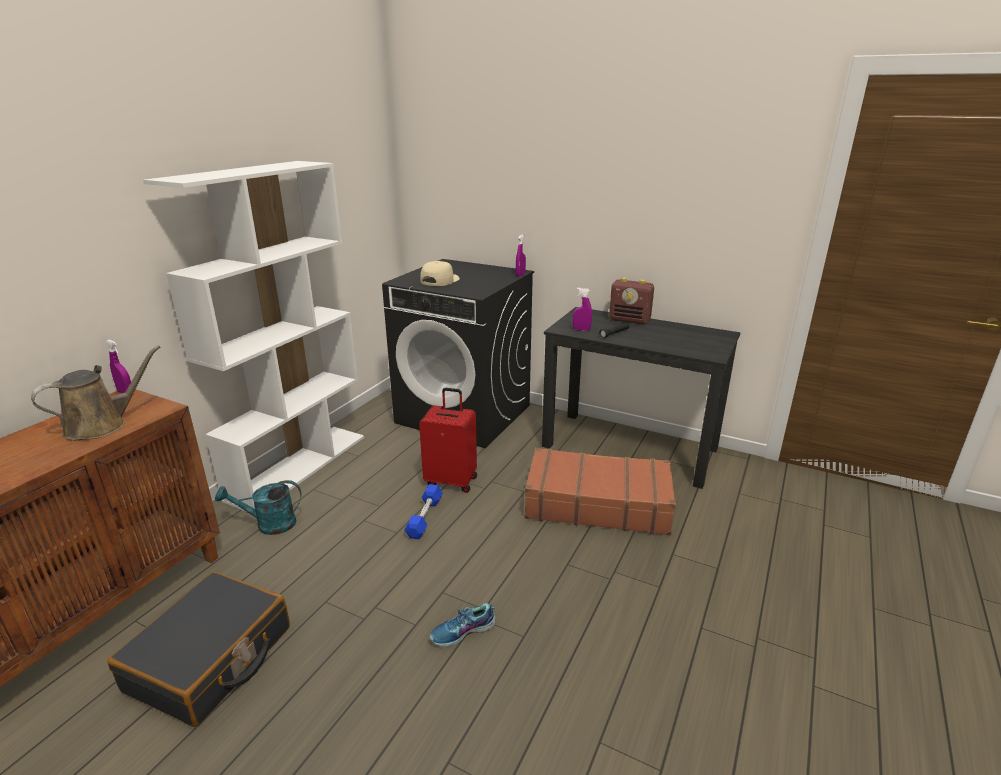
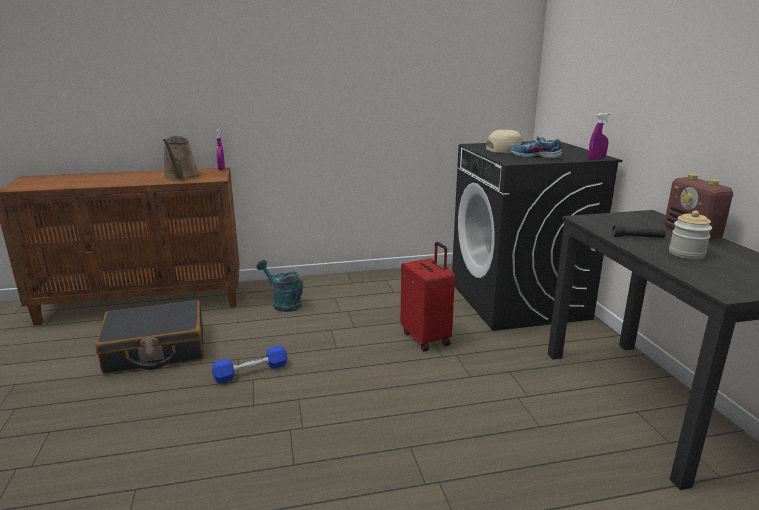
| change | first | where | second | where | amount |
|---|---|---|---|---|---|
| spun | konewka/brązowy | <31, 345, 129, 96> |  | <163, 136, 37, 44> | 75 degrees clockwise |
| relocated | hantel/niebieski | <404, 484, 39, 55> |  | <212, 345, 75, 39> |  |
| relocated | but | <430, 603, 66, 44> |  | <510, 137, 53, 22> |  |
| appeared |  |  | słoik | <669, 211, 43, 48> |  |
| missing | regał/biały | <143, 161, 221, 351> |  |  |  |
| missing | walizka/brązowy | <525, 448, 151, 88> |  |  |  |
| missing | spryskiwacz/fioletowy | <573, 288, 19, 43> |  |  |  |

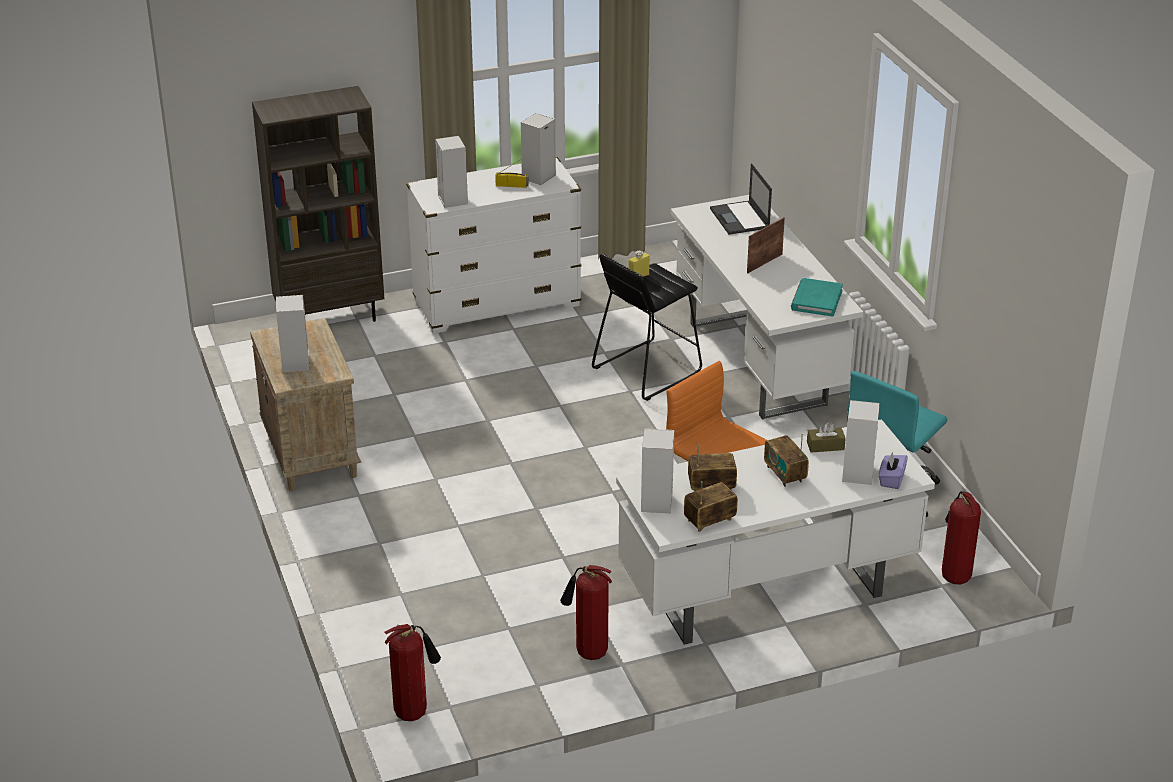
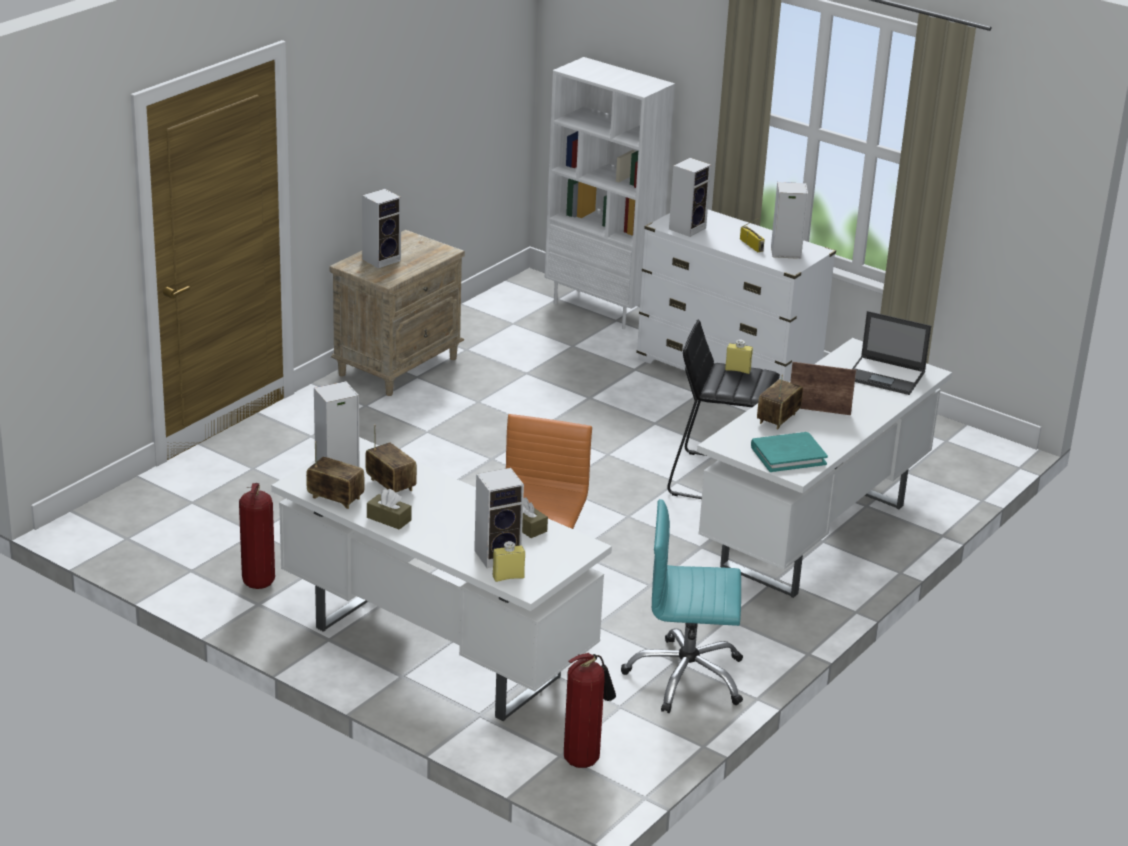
| change | first | where | second | where | amount |
|---|---|---|---|---|---|
| appeared |  |  | pudełko chusteczek/brązowy | <367, 489, 45, 41> |  |
| exchanged | pudełko chusteczek/fioletowy | <879, 452, 29, 37> | butelka/żółty | <493, 541, 32, 41> |  |
| colour | regał/brązowy | <252, 86, 132, 236> | regał/biały | <545, 57, 130, 272> |  |
| relocated | radio | <764, 434, 45, 53> |  | <757, 374, 46, 56> |  |
| spun | laptop | <710, 163, 62, 72> |  | <852, 311, 79, 84> | 105 degrees counterclockwise |
| missing | gaśnica | <384, 624, 57, 97> |  |  |  |

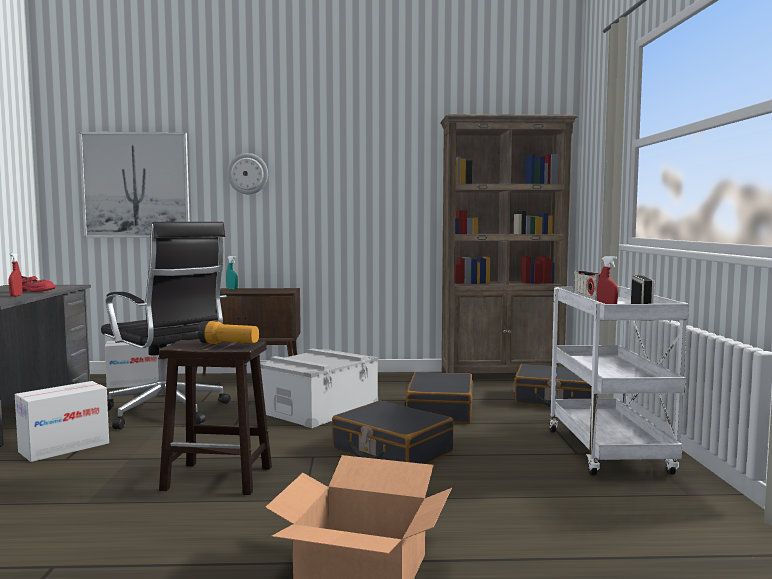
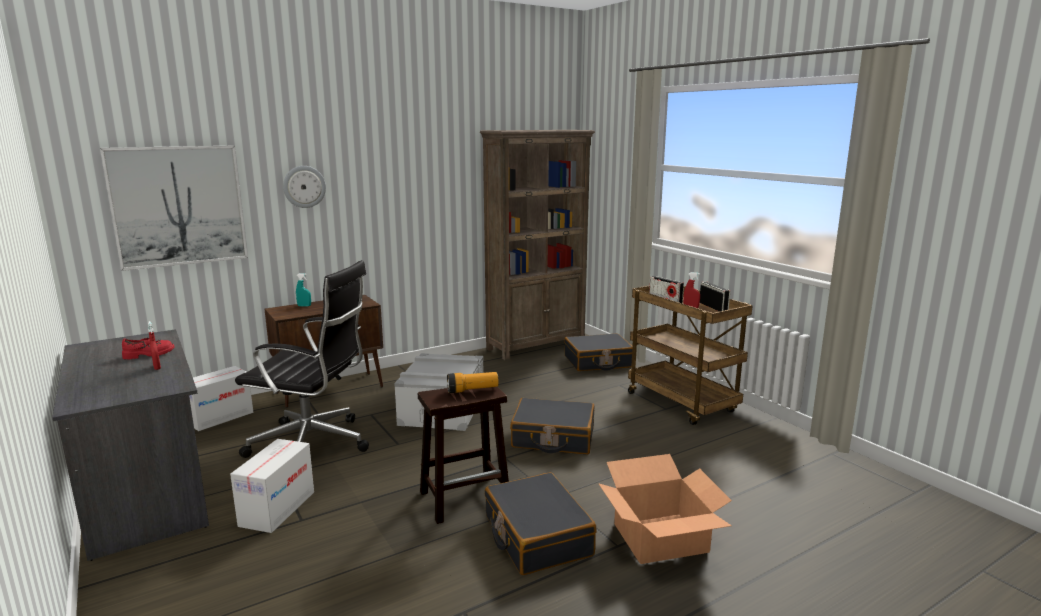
| change | first | where | second | where | amount |
|---|---|---|---|---|---|
| relocated | walizka/czarny | <405, 372, 69, 52> |  | <485, 472, 112, 103> |  |
| colour | wózek/biały | <549, 287, 140, 189> | wózek/brązowy | <628, 286, 125, 139> |  |

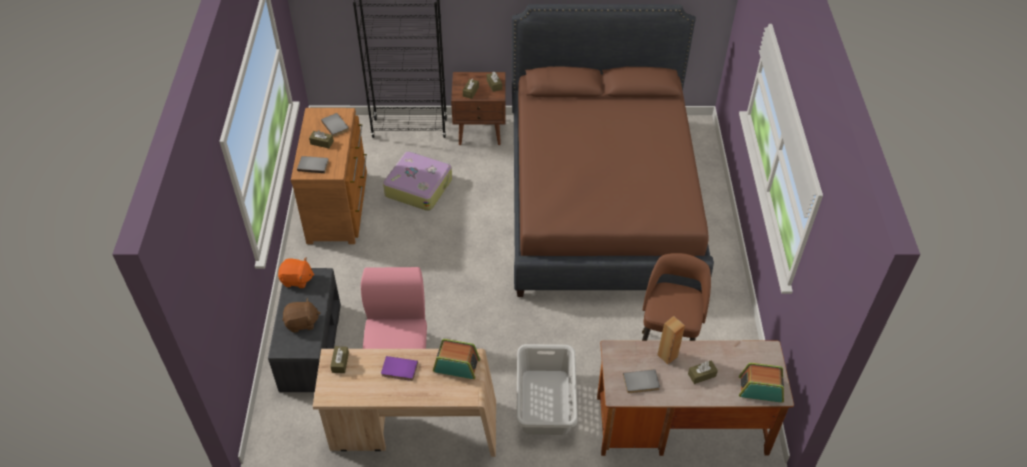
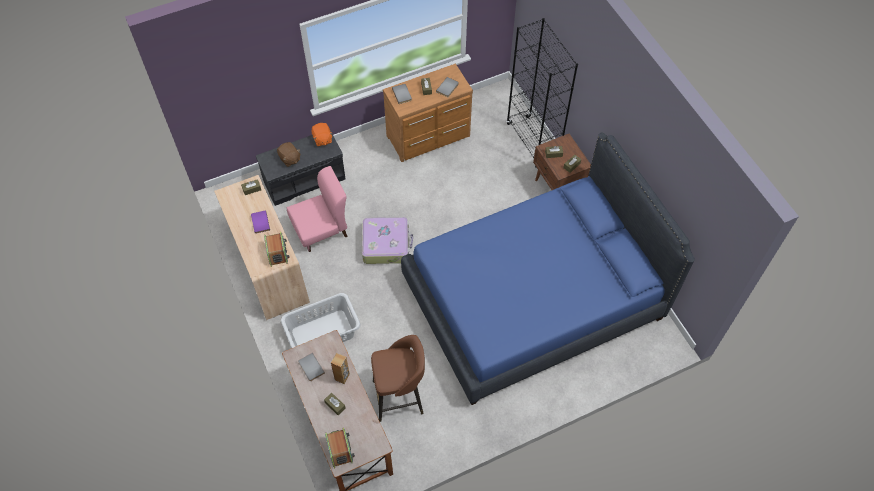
| change | first | where | second | where | amount |
|---|---|---|---|---|---|
| relocated | walizka | <383, 151, 69, 60> |  | <362, 217, 51, 47> |  |
| colour | łóżko/brązowy | <512, 4, 202, 293> | łóżko/niebieski | <401, 132, 294, 273> |  |

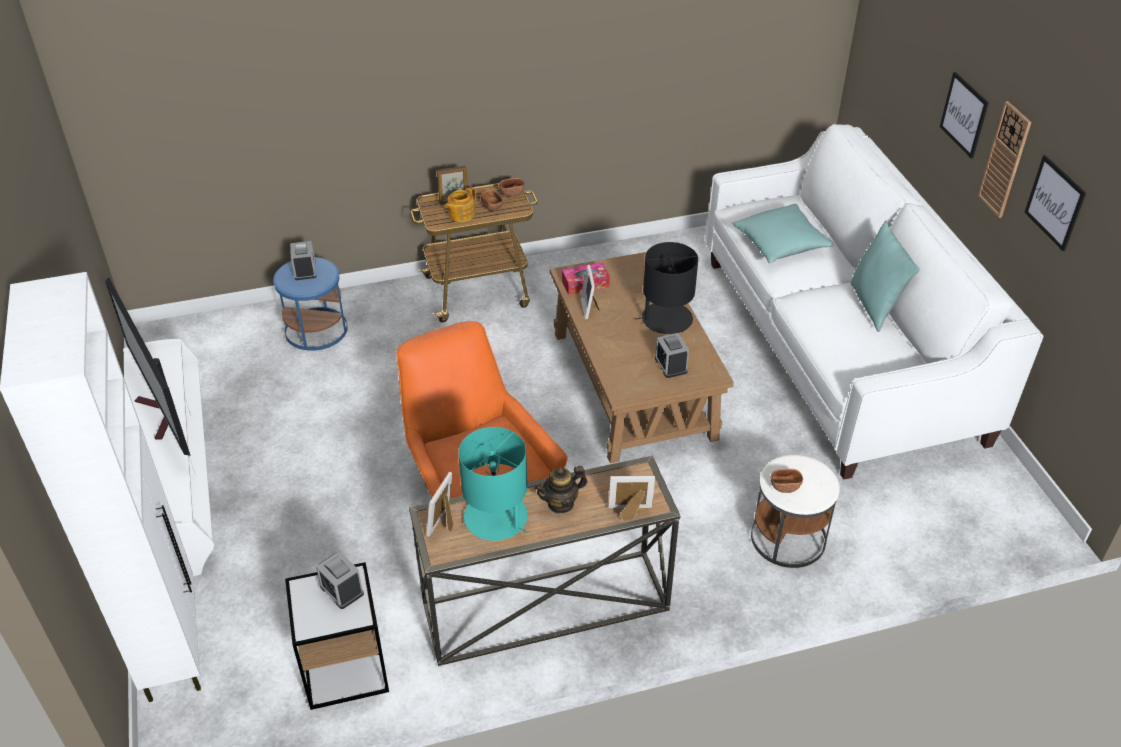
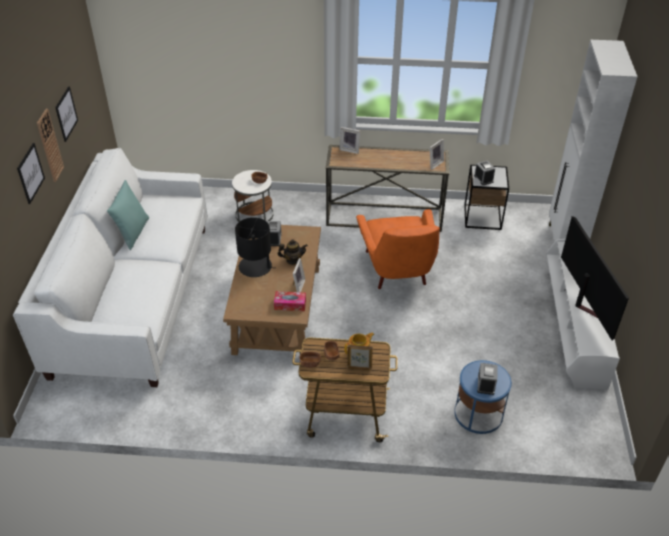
| change | first | where | second | where | amount |
|---|---|---|---|---|---|
| relocated | imbryk | <534, 466, 53, 48> |  | <277, 239, 31, 26> |  |
| missing | lampa stołowa/turkusowy | <458, 427, 71, 114> |  |  |  |
| missing | poduszka/turkusowy | <732, 204, 102, 60> |  |  |  |

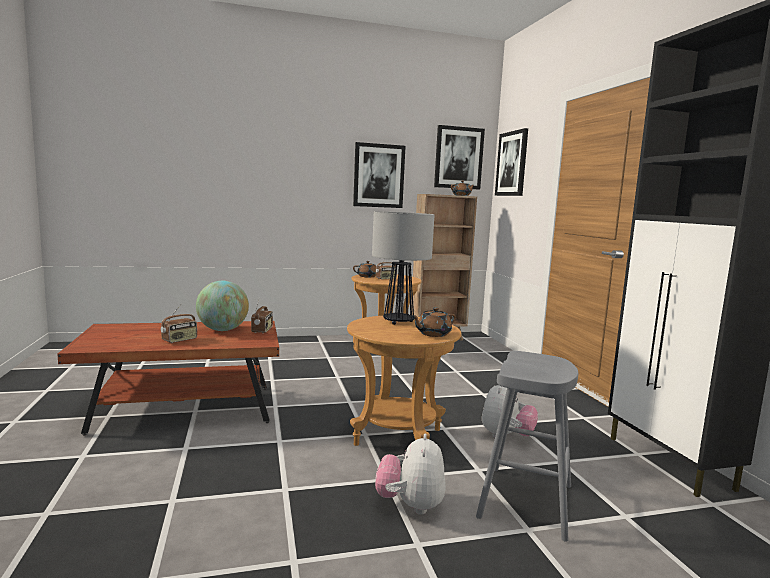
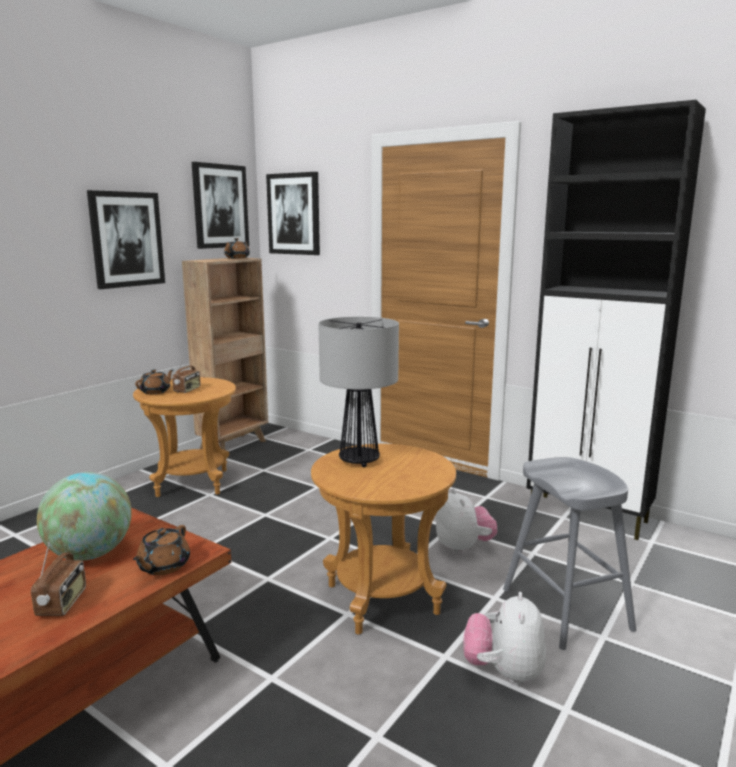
| change | first | where | second | where | amount |
|---|---|---|---|---|---|
| relocated | imbryk/brązowy | <412, 307, 44, 30> |  | <133, 525, 57, 50> |  |
| spun | pluszak | <375, 434, 71, 81> |  | <463, 592, 83, 93> | 45 degrees clockwise |
| missing | radio | <251, 297, 22, 36> |  |  |  |

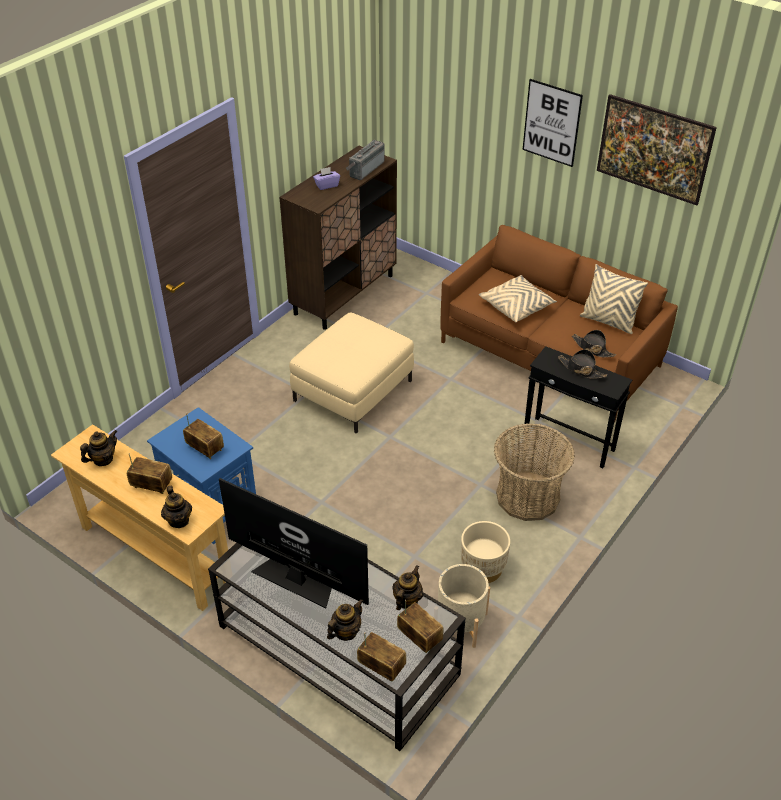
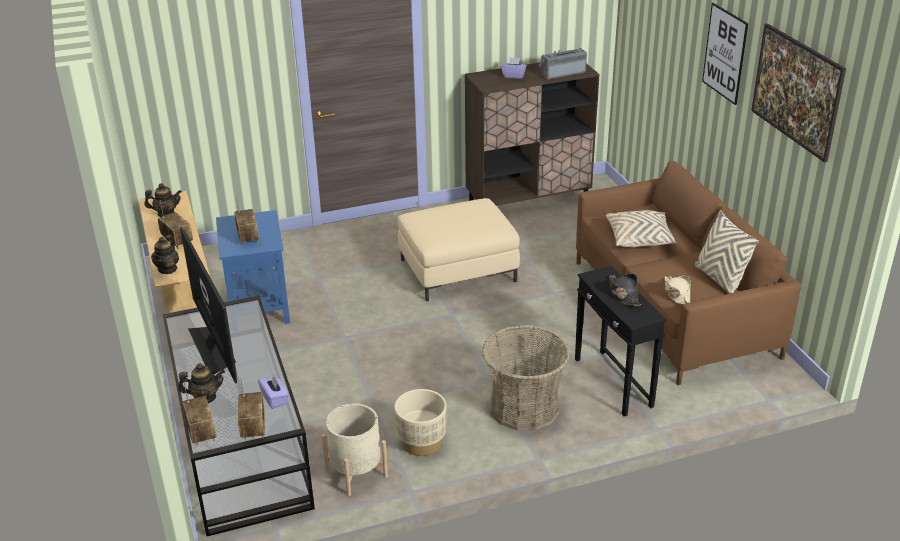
| change | first | where | second | where | amount |
|---|---|---|---|---|---|
| exchanged | imbryk | <392, 565, 31, 45> | pudełko chusteczek/fioletowy | <258, 375, 31, 34> |  |
| colour | kapelusz/czarny | <572, 330, 44, 27> | kapelusz/beżowy | <665, 275, 26, 30> |  |

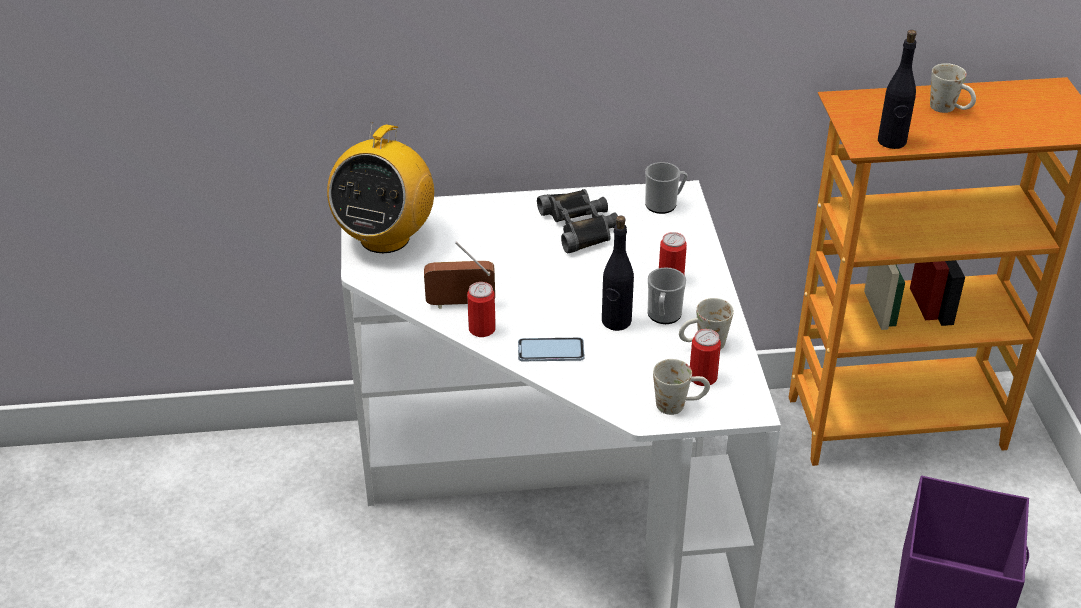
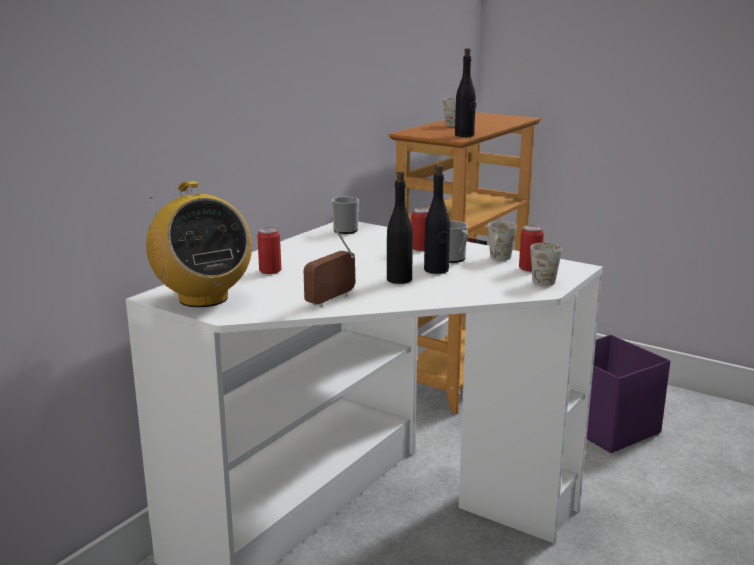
| change | first | where | second | where | amount |
|---|---|---|---|---|---|
| relocated | puszka | <467, 282, 29, 55> |  | <258, 227, 23, 47> |  |
| appeared |  |  | butelka/czarny | <387, 171, 26, 113> |  |
| missing | telefon | <518, 337, 67, 24> |  |  |  |
| missing | lornetka/czarny | <537, 189, 81, 64> |  |  |  |

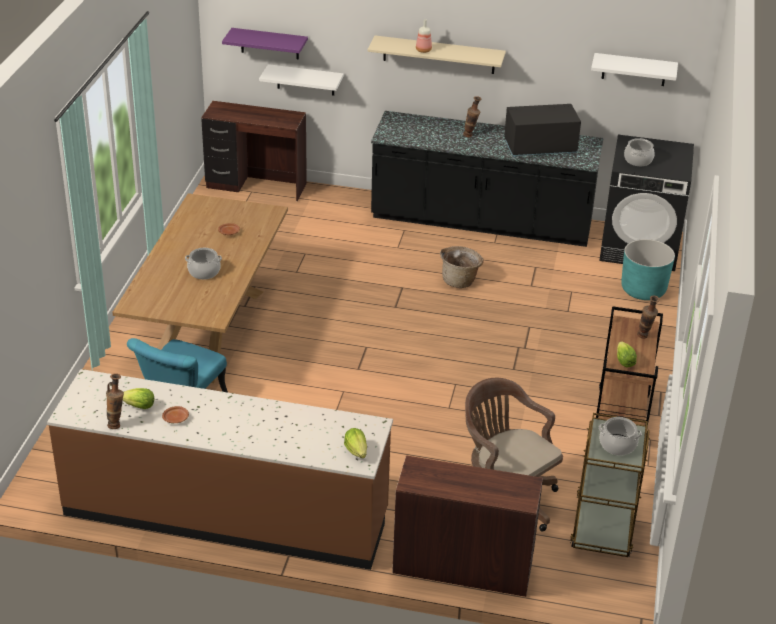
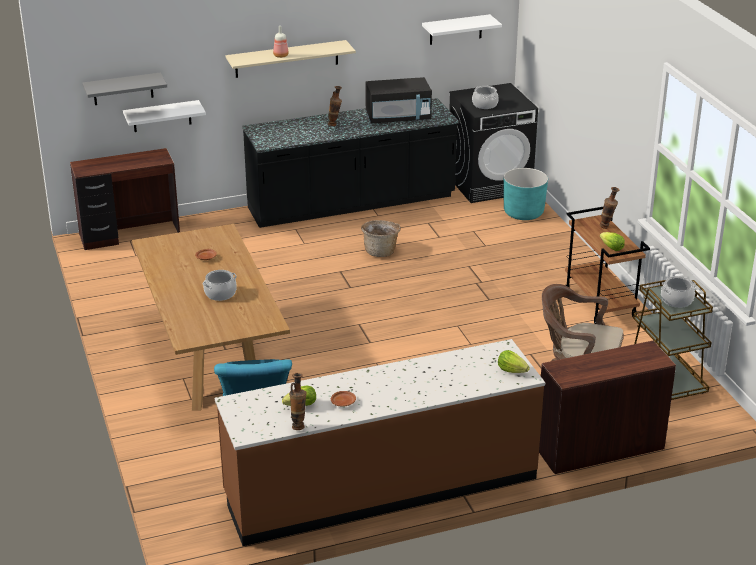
| change | first | where | second | where | amount |
|---|---|---|---|---|---|
| colour | półka/fioletowy | <222, 28, 86, 31> | półka/szary | <83, 72, 84, 33> |  |
| spun | mikrofalówka/czarny | <504, 104, 77, 53> |  | <366, 77, 66, 47> | 150 degrees counterclockwise |

